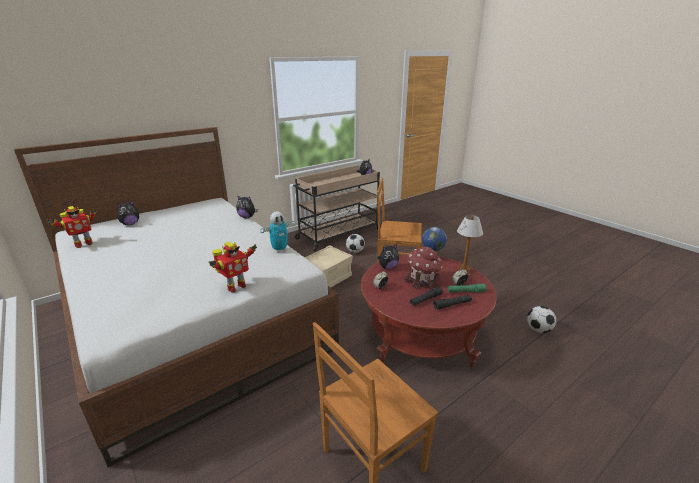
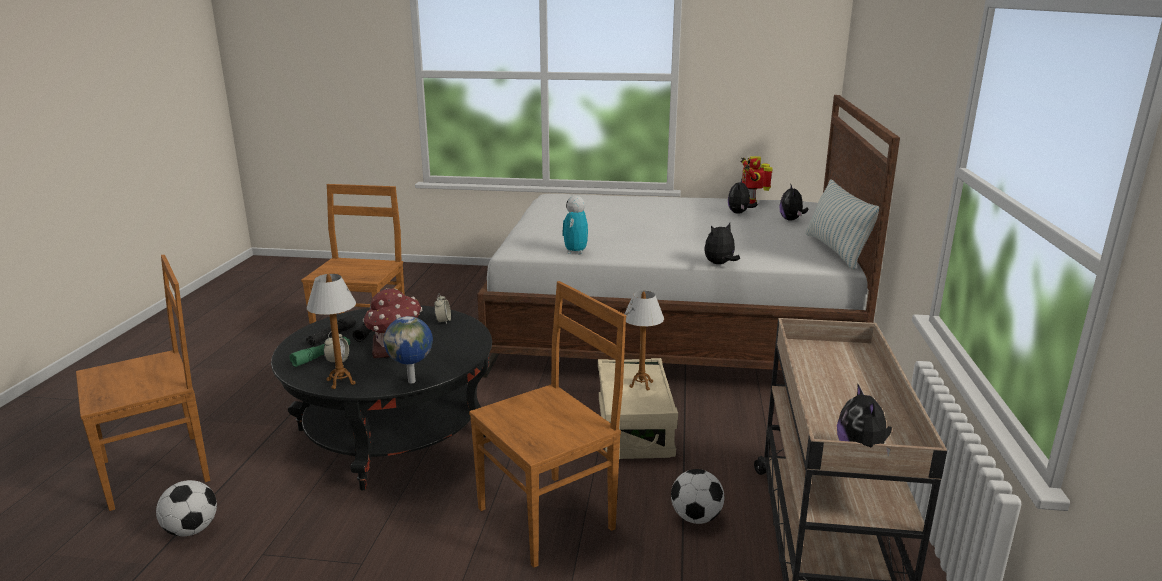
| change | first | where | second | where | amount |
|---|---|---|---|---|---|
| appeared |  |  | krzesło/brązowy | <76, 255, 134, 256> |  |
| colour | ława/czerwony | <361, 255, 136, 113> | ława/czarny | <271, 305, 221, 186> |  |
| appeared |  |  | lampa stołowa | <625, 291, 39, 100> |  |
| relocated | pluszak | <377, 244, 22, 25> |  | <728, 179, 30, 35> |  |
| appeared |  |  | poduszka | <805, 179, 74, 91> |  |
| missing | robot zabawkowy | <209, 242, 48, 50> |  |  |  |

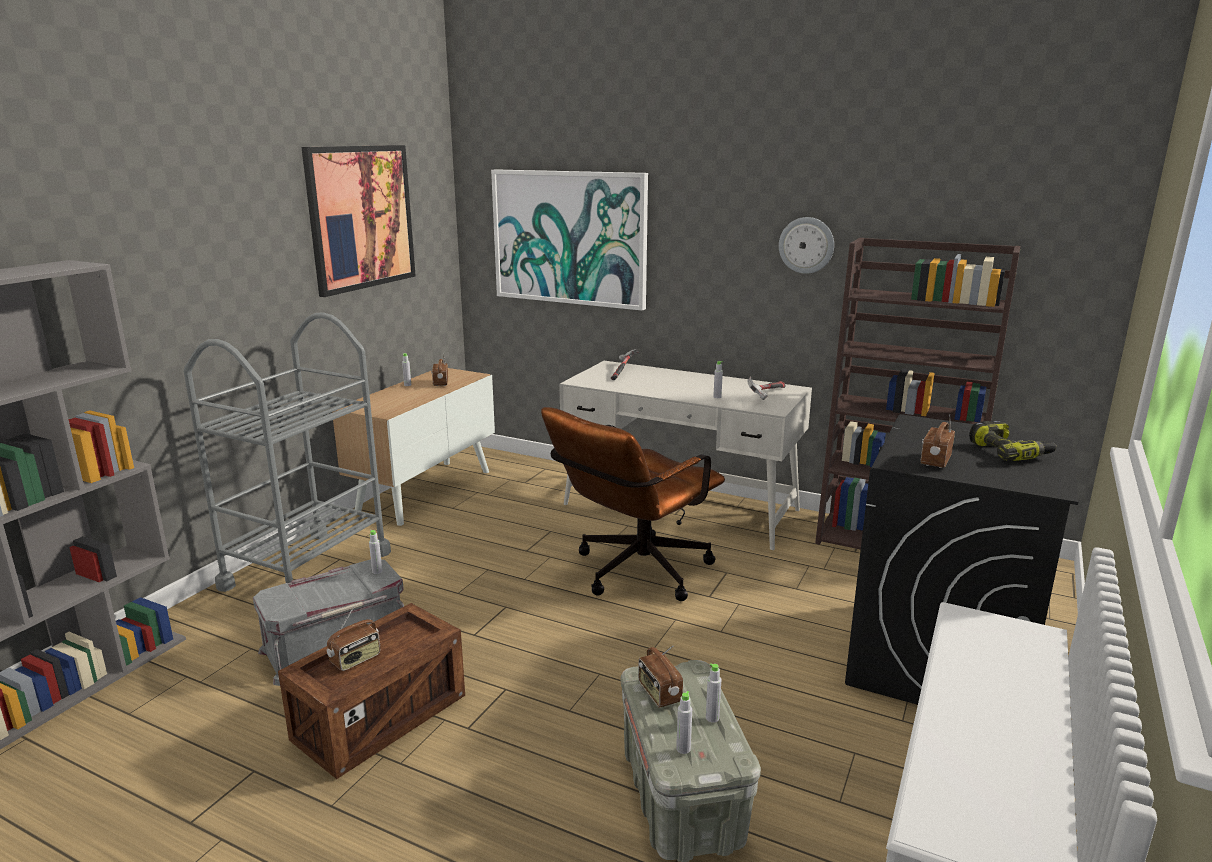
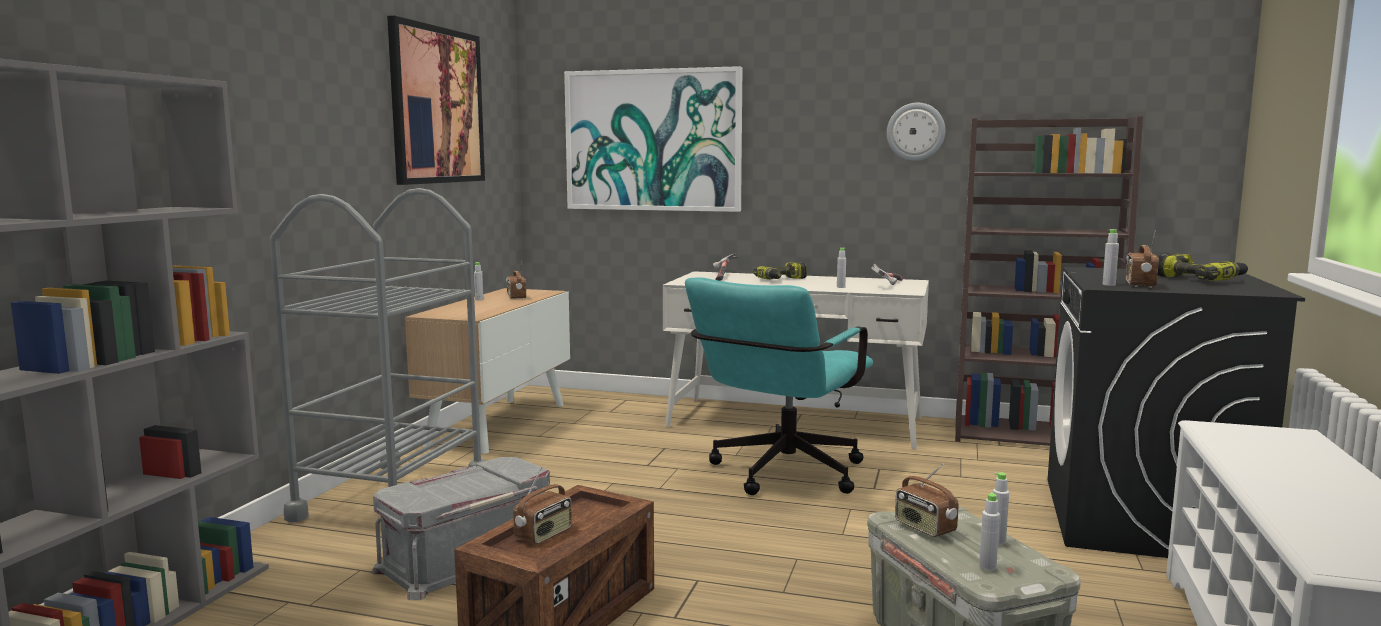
| change | first | where | second | where | amount |
|---|---|---|---|---|---|
| colour | krzesło biurowe/brązowy | <541, 407, 184, 194> | krzesło biurowe/turkusowy | <685, 277, 188, 218> |  |
| appeared |  |  | wiertarka | <753, 262, 54, 18> |  |
| relocated | butelka/szary | <369, 530, 13, 44> |  | <1103, 229, 16, 57> |  |

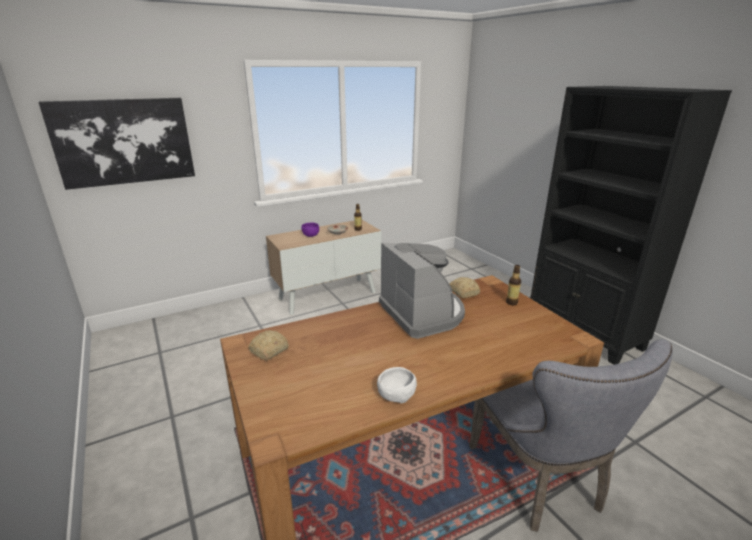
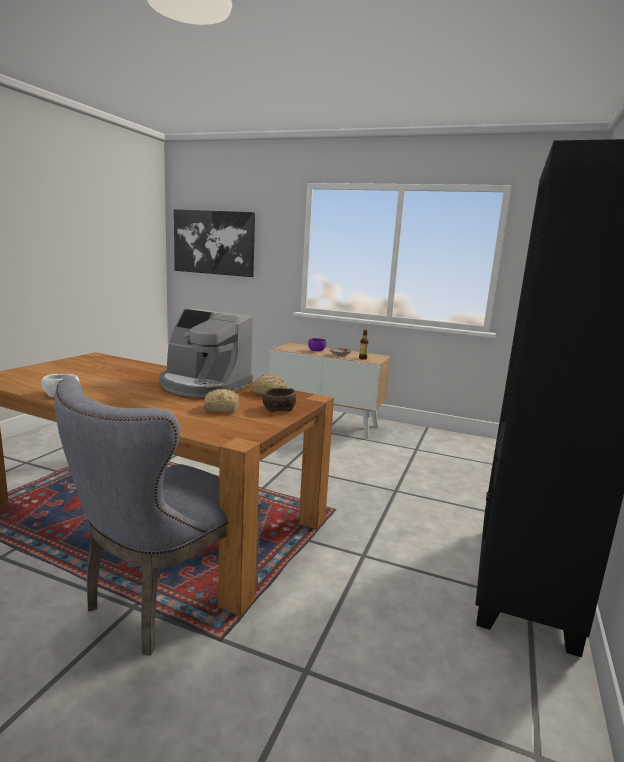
| change | first | where | second | where | amount |
|---|---|---|---|---|---|
| spun | ekspres do kawy | <379, 243, 86, 96> |  | <159, 309, 94, 89> | 90 degrees clockwise |
| relocated | chleb | <248, 330, 41, 30> |  | <203, 389, 36, 24> |  |
| exchanged | butelka | <506, 265, 15, 40> | miska/brązowy | <263, 388, 33, 24> |  |

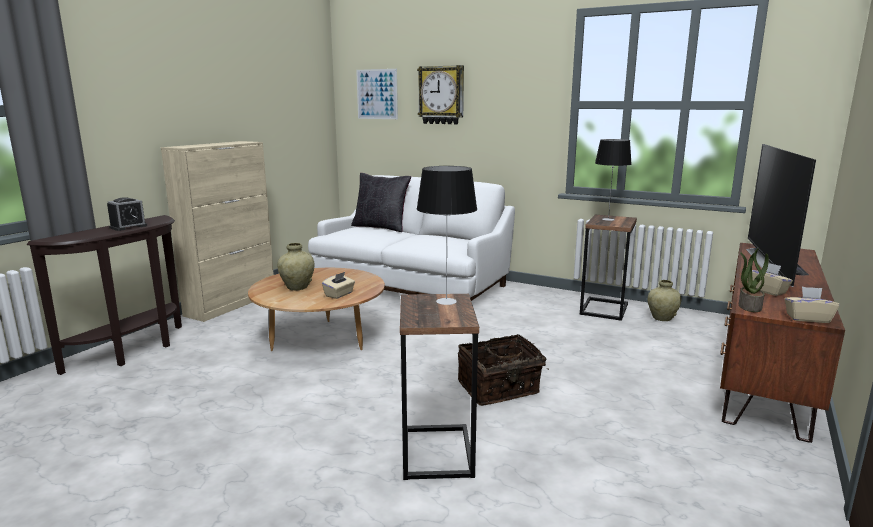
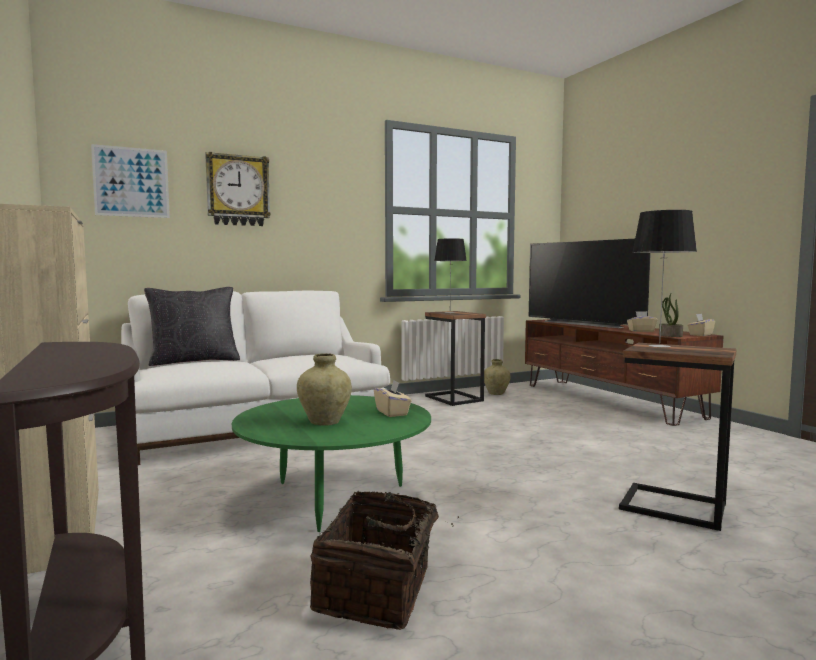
| change | first | where | second | where | amount |
|---|---|---|---|---|---|
| colour | ława/brązowy | <248, 268, 137, 83> | ława/zielony | <232, 395, 199, 137> |  |
| relocated | koszyk | <458, 334, 91, 72> |  | <310, 491, 149, 139> |  |
| missing | budzik | <107, 197, 40, 34> |  |  |  |

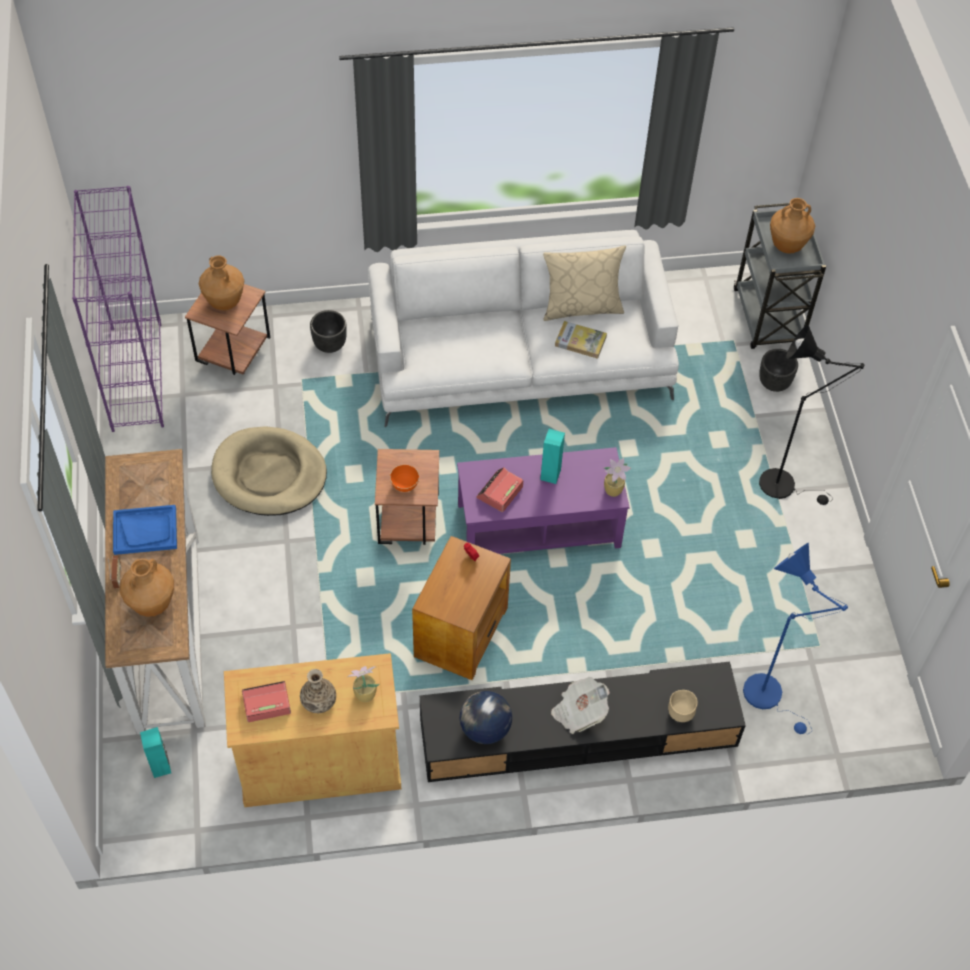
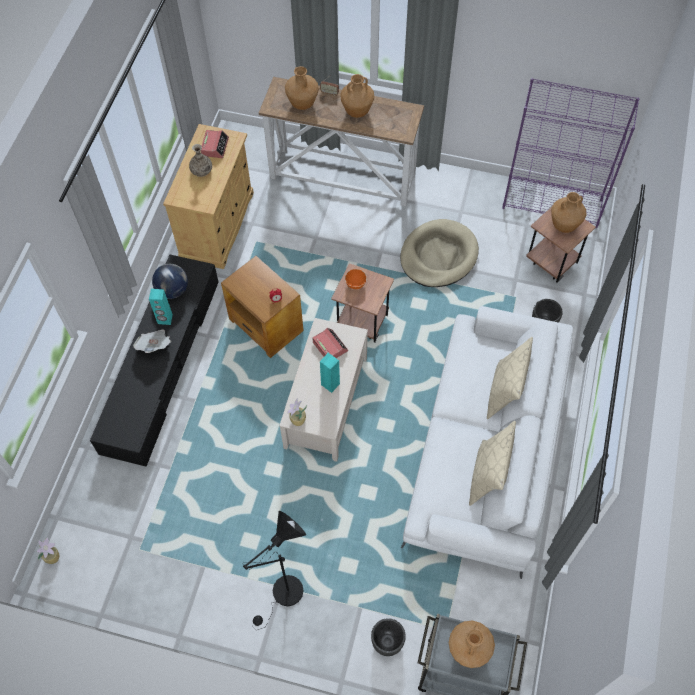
| change | first | where | second | where | amount |
|---|---|---|---|---|---|
| relocated | roślina doniczkowa | <348, 666, 32, 36> |  | <37, 537, 22, 27> |  |
| relocated | głośnik/turkusowy | <140, 727, 31, 51> |  | <149, 289, 24, 36> |  |
| colour | ława/fioletowy | <457, 447, 173, 107> | ława/beżowy | <279, 318, 89, 144> |  |
| exchanged | taca/niebieski | <113, 505, 64, 50> | wazon/brązowy | <340, 74, 34, 44> |  |
| appeared |  |  | poduszka/beżowy | <487, 337, 46, 82> |  |
| missing | książka | <555, 321, 52, 38> |  |  |  |
| missing | miska/beżowy | <668, 690, 30, 32> |  |  |  |
| missing | lampa stojąca/niebieski | <743, 542, 105, 192> |  |  |  |

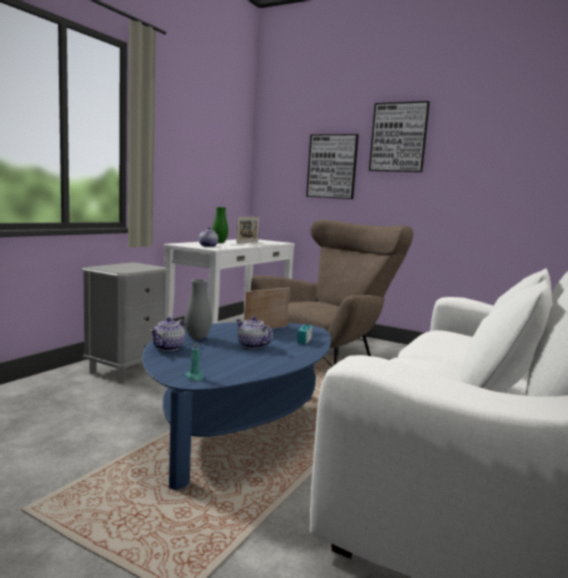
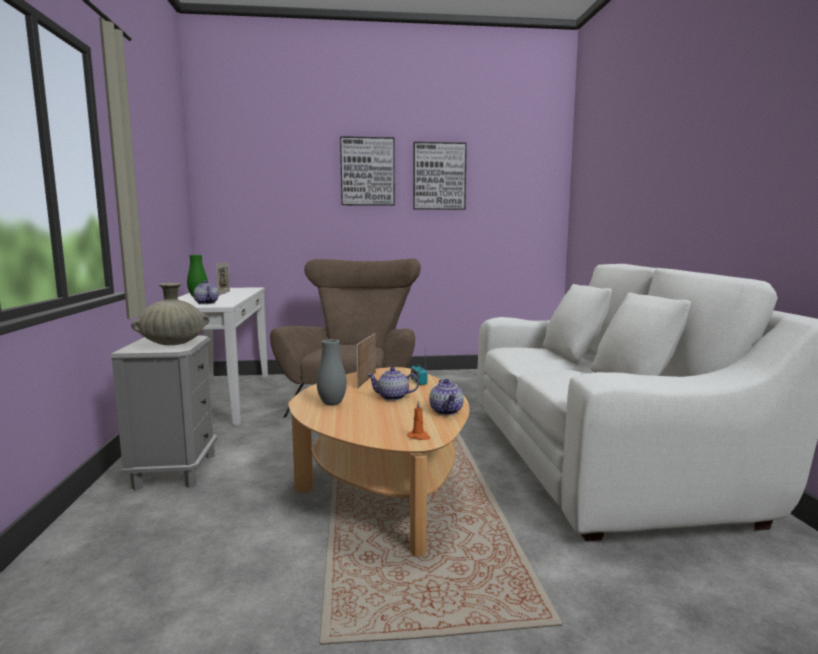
| change | first | where | second | where | amount |
|---|---|---|---|---|---|
| appeared |  |  | wazon/beżowy | <131, 283, 78, 62> |  |
| colour | ława/niebieski | <142, 322, 189, 168> | ława/beżowy | <288, 367, 182, 189> |  |
| colour | świeca/turkusowy | <184, 342, 20, 39> | świeca/pomarańczowy | <407, 400, 23, 40> |  |
| relocated | obraz | <306, 134, 53, 65> |  | <413, 142, 54, 68> |  |
| relocated | imbryk | <150, 317, 36, 34> |  | <429, 379, 34, 36> |  |

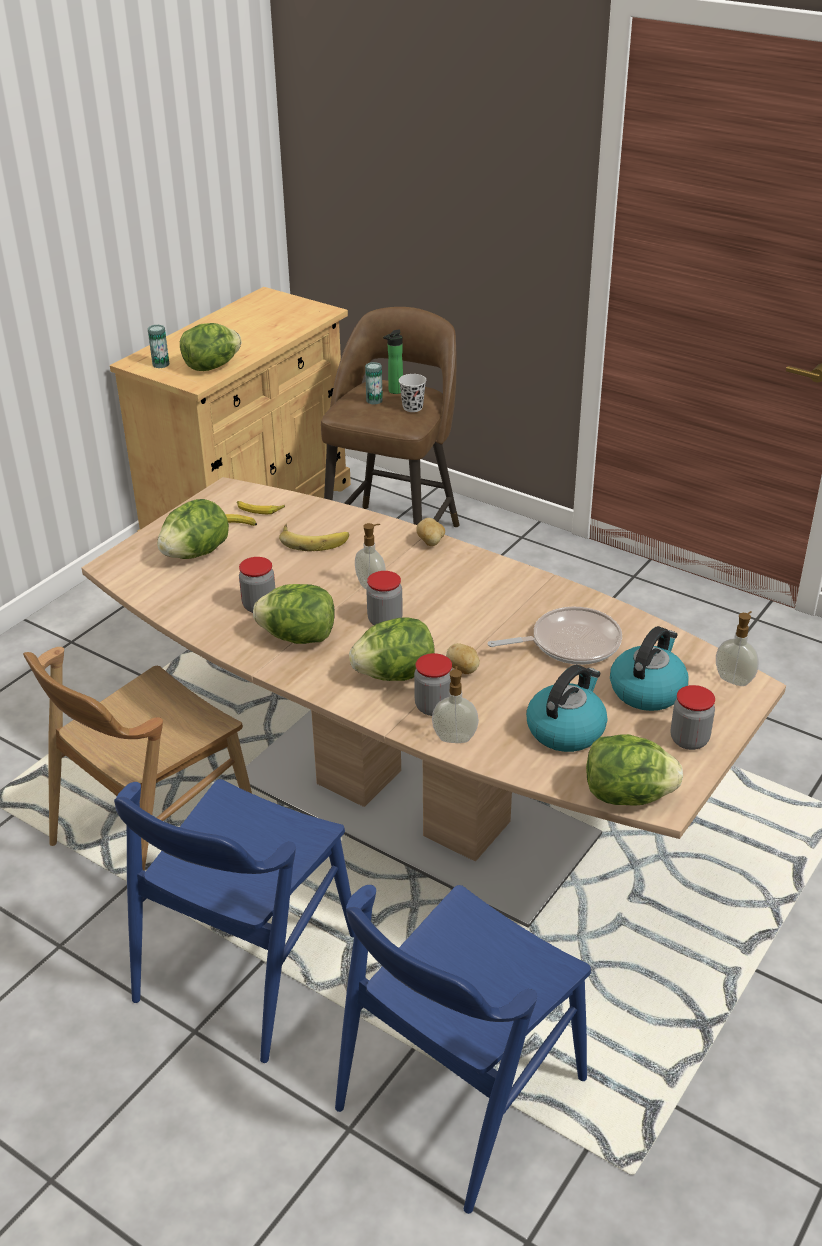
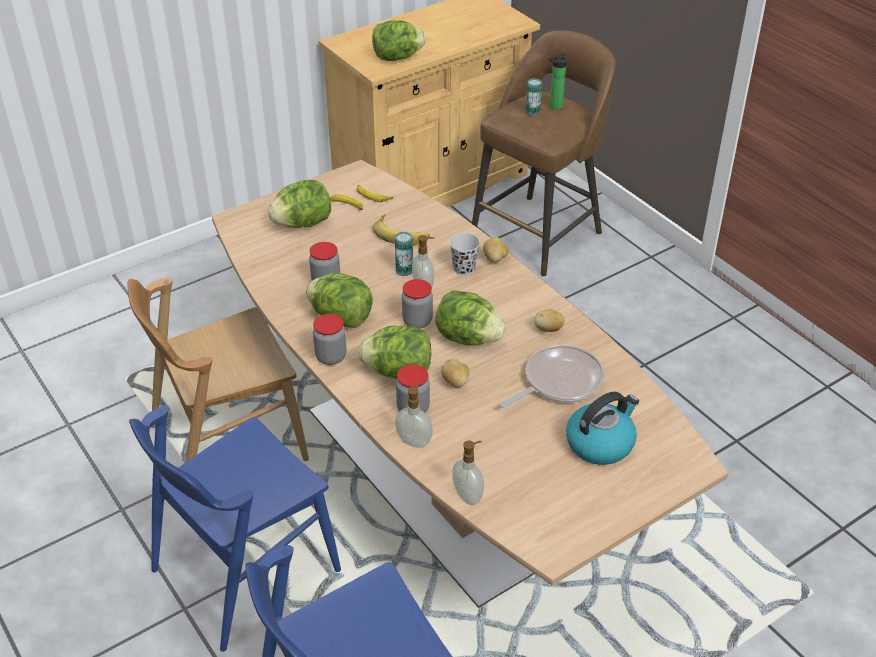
| change | first | where | second | where | amount |
|---|---|---|---|---|---|
| relocated | słoik | <671, 685, 44, 65> |  | <313, 314, 33, 51> |  |
| relocated | puszka | <148, 325, 21, 43> |  | <395, 232, 18, 44> |  |
| relocated | sałata | <586, 734, 97, 72> |  | <435, 290, 70, 56> |  |
| relocated | filiżanka/czarny | <399, 374, 27, 38> |  | <449, 233, 31, 42> |  |
| relocated | dozownik mydła | <716, 611, 43, 75> |  | <452, 441, 32, 64> |  |
| spun | patelnia | <488, 607, 134, 58> |  | <500, 345, 105, 63> | 45 degrees counterclockwise |
| appeared |  |  | ziemniak | <534, 309, 30, 23> |  |
| missing | czajnik | <526, 665, 81, 87> |  |  |  |

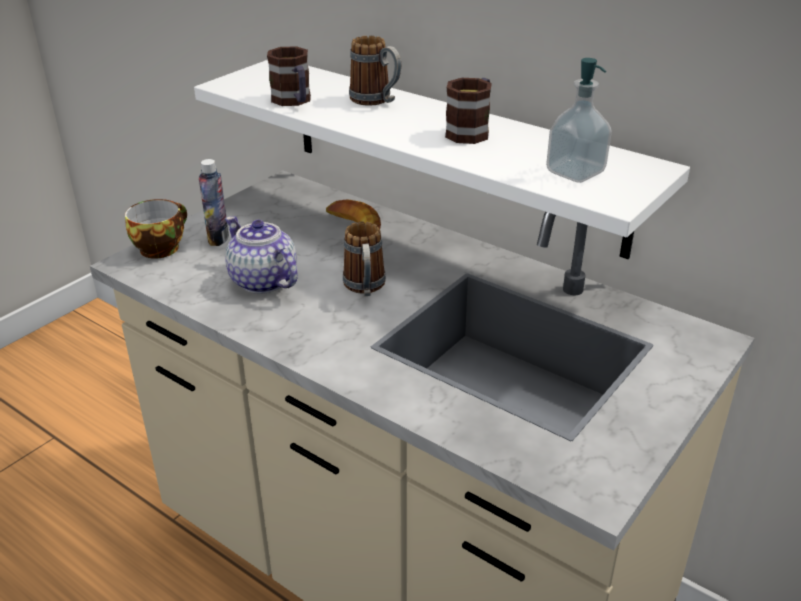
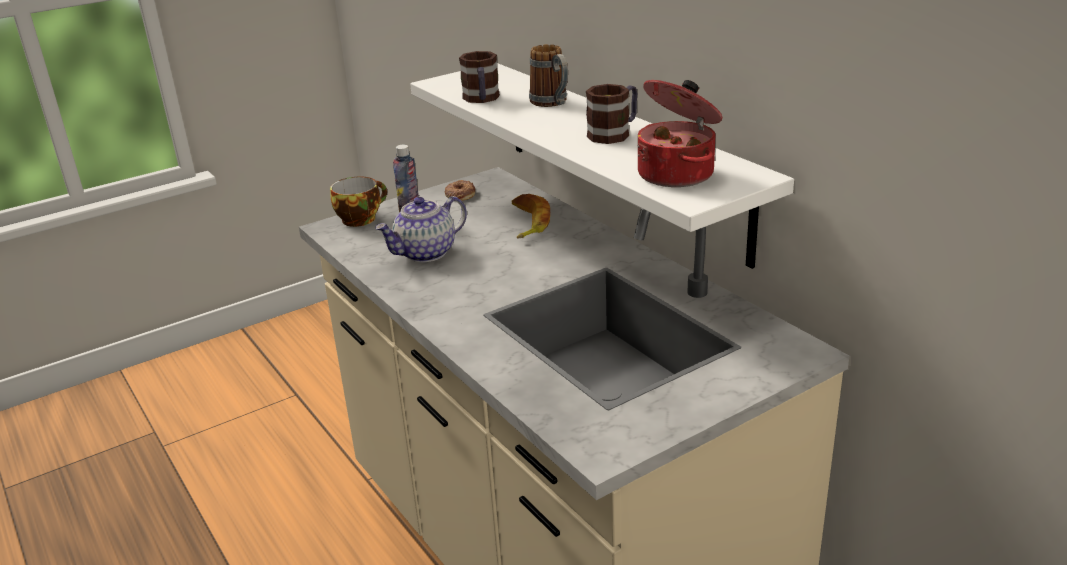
| change | first | where | second | where | amount |
|---|---|---|---|---|---|
| spun | imbryk | <225, 216, 73, 78> |  | <375, 196, 92, 66> | 105 degrees counterclockwise |
| appeared |  |  | donut | <445, 180, 30, 21> |  |
| exchanged | dozownik mydła | <546, 58, 66, 125> | garnek | <638, 80, 84, 107> |  |
| missing | kubek | <343, 221, 43, 75> |  |  |  |

